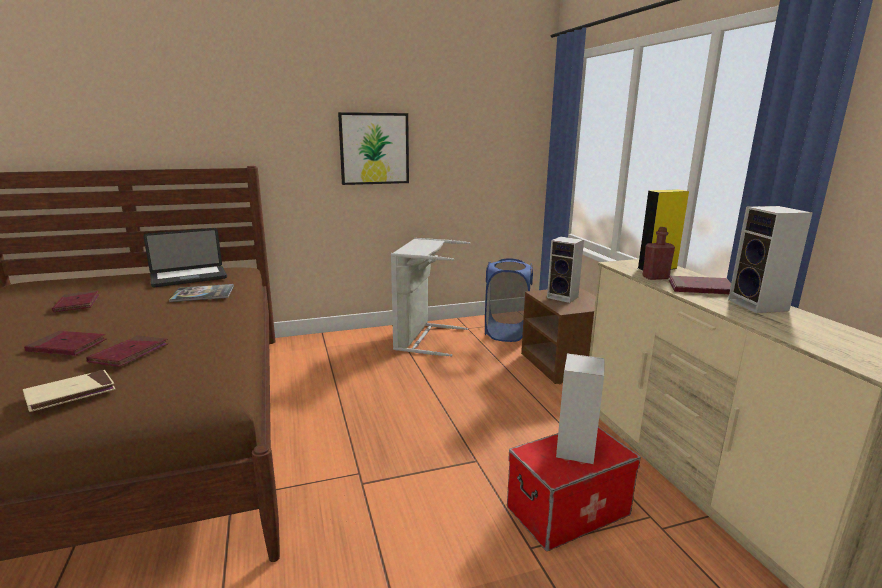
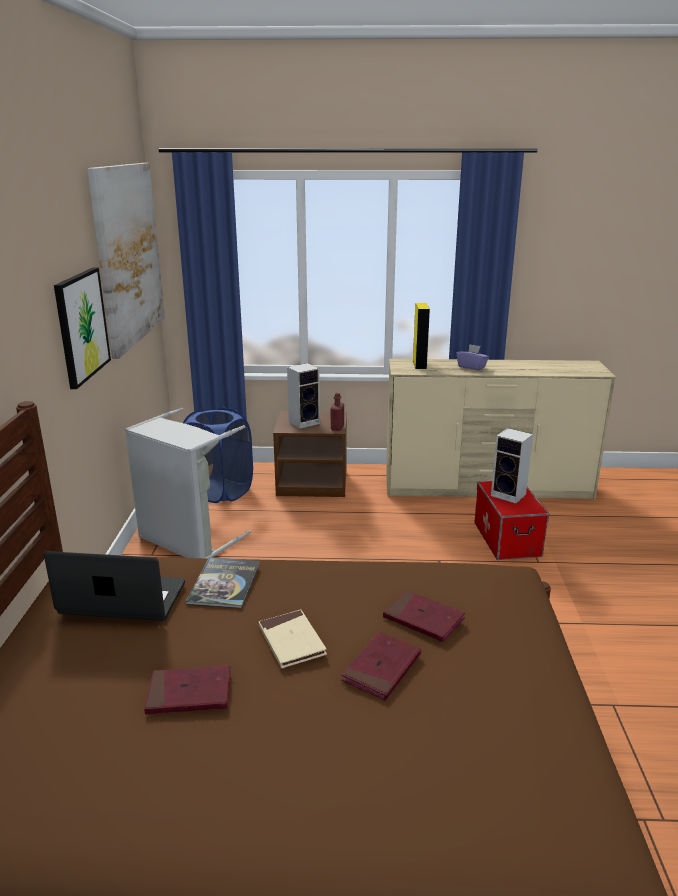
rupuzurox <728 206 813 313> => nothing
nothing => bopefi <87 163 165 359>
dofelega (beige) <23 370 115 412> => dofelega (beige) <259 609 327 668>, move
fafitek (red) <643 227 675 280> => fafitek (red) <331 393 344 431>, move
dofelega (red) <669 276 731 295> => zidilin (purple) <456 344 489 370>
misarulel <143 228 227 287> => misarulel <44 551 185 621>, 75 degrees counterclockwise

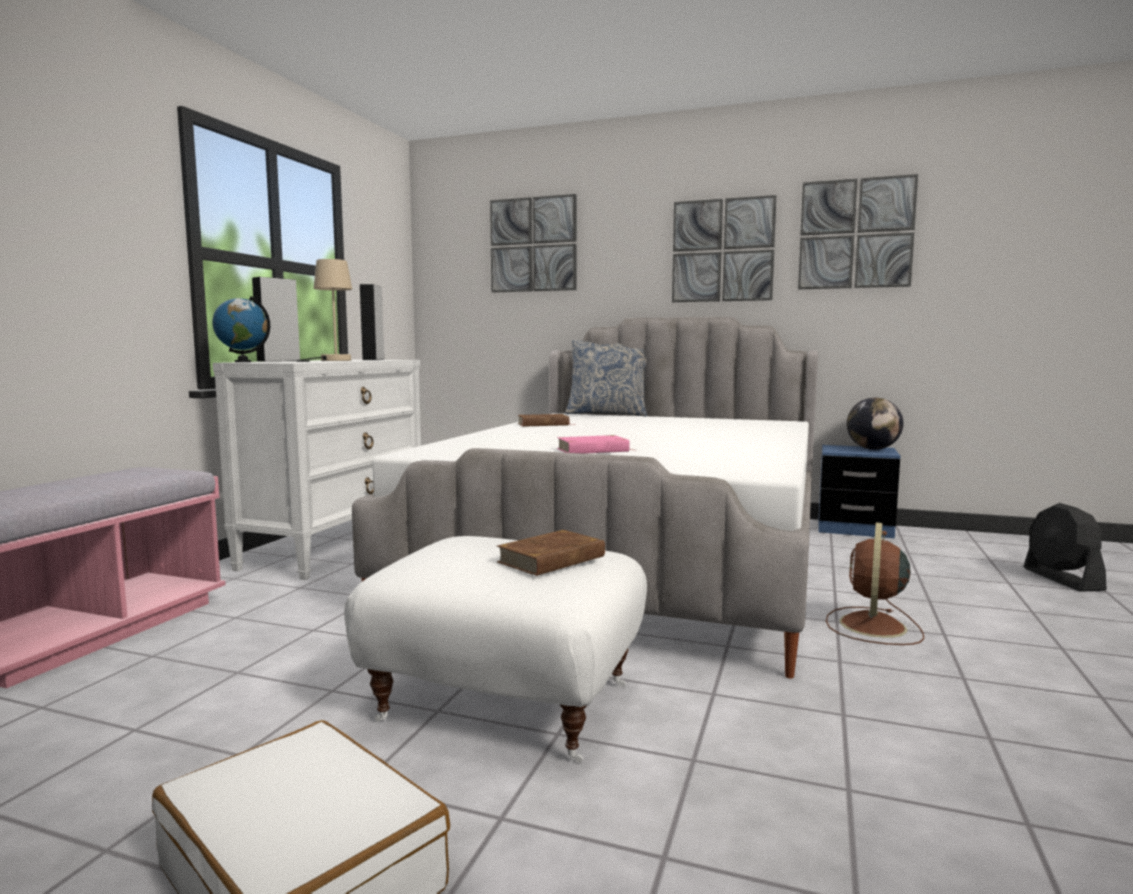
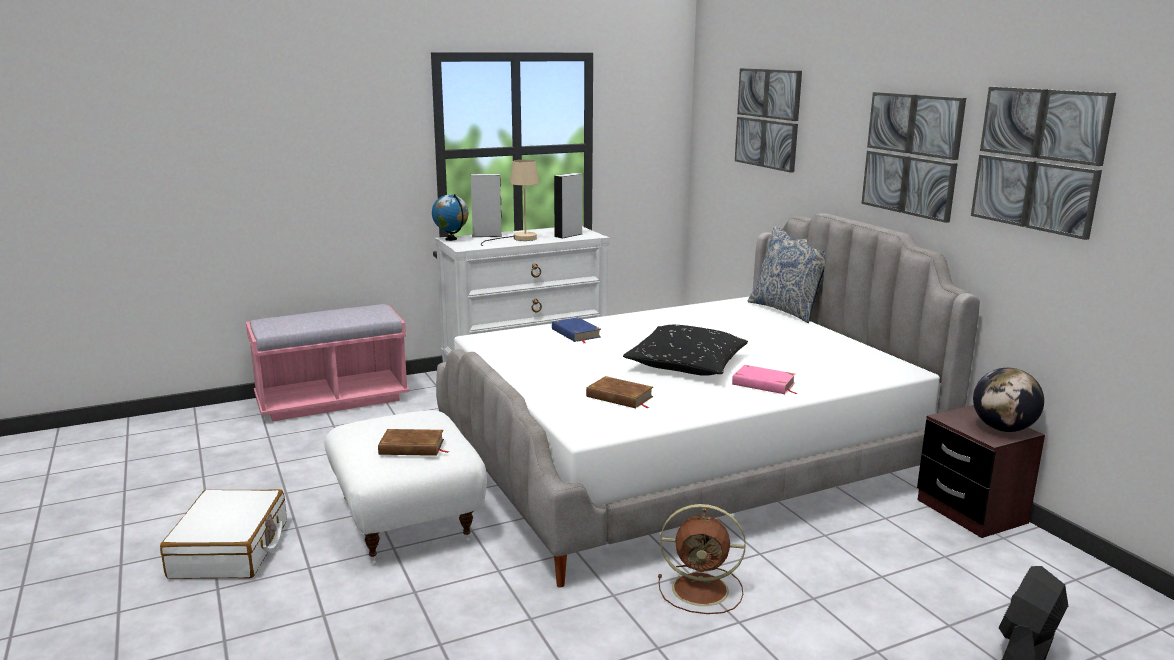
nothing => dofelega (blue) <552 317 601 343>
nothing => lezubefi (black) <623 325 748 376>
dofelega (brown) <518 414 576 427> => dofelega (brown) <586 376 653 408>, move
dofelega (pink) <557 435 631 454> => dofelega (pink) <732 365 797 394>, move
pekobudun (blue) <819 445 900 538> => pekobudun (brown) <917 405 1045 538>
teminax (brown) <826 522 924 645> => teminax (brown) <658 504 746 614>, 150 degrees counterclockwise

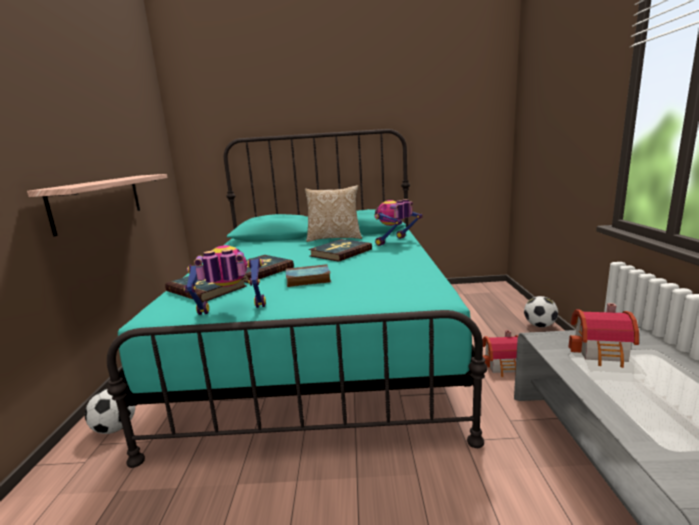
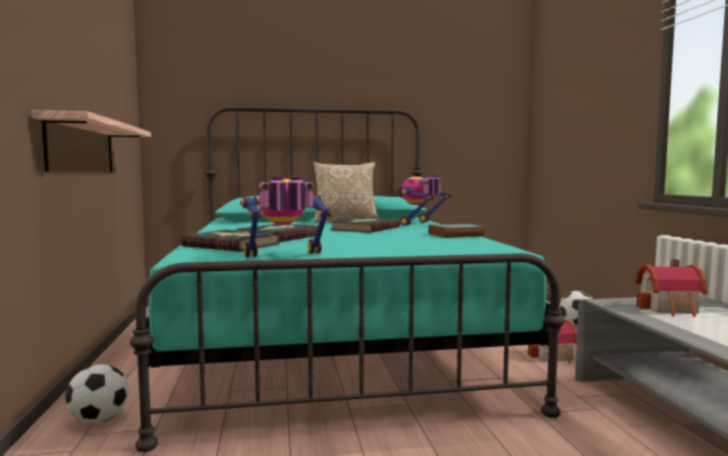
dofelega <286 264 331 287> => dofelega <428 223 485 238>, move

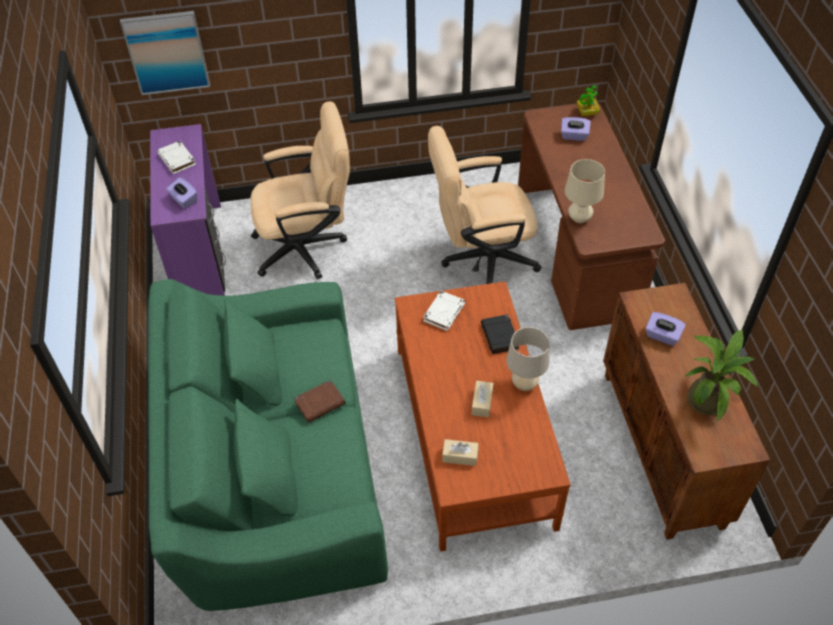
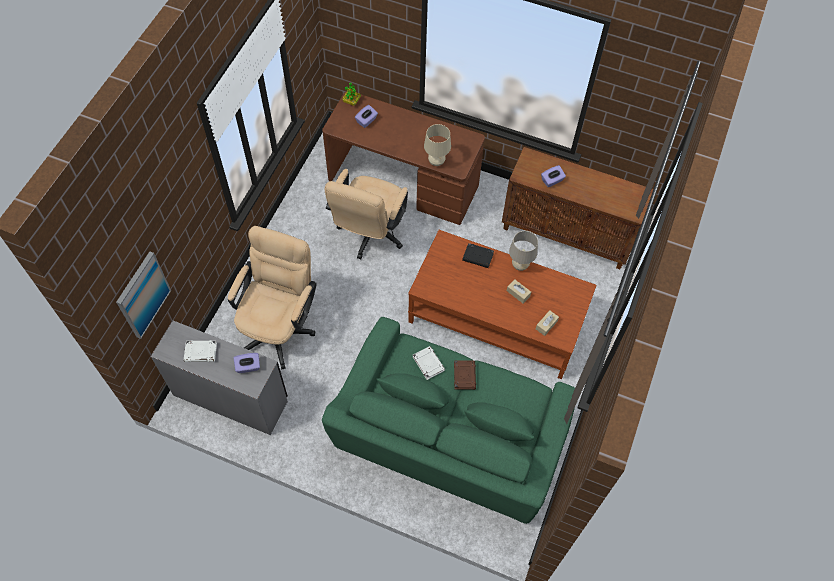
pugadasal <685 330 758 422> => nothing
dofelega (white) <423 291 466 331> => dofelega (white) <413 346 445 380>, move
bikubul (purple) <150 124 226 295> => bikubul (grey) <151 321 288 435>

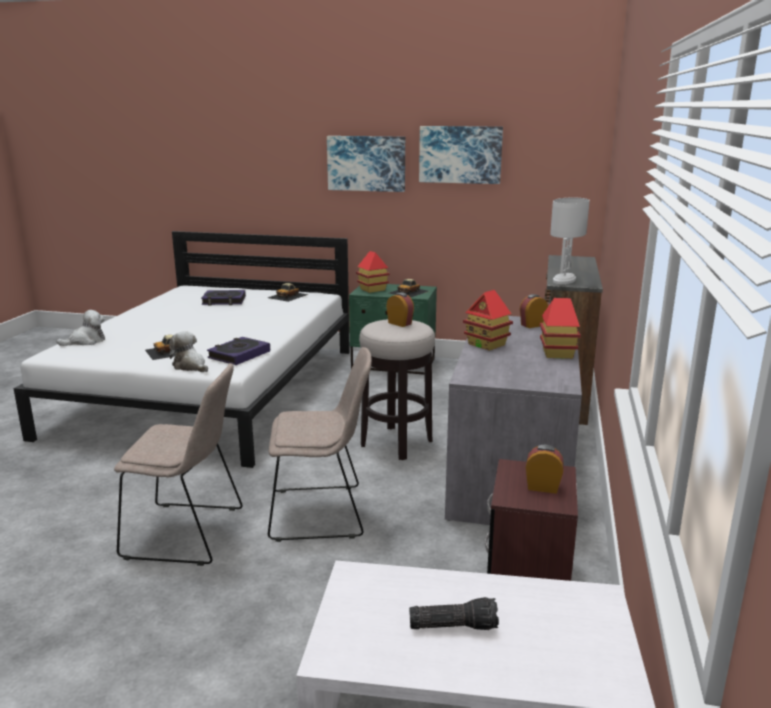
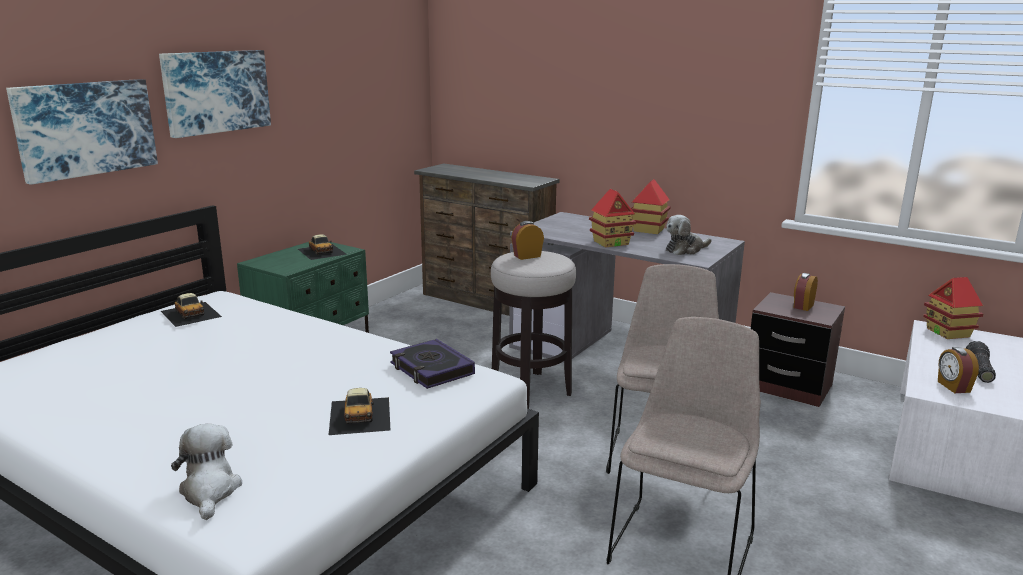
dofelega <201 290 246 306> => nothing
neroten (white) <550 198 590 284> => nothing
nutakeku <169 331 208 372> => nutakeku <666 215 711 255>, move
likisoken <356 251 390 293> => likisoken <923 277 983 339>, move
bopefi <419 126 503 184> => bopefi <6 79 158 185>, move
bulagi <520 294 548 328> => bulagi <938 347 979 393>, move

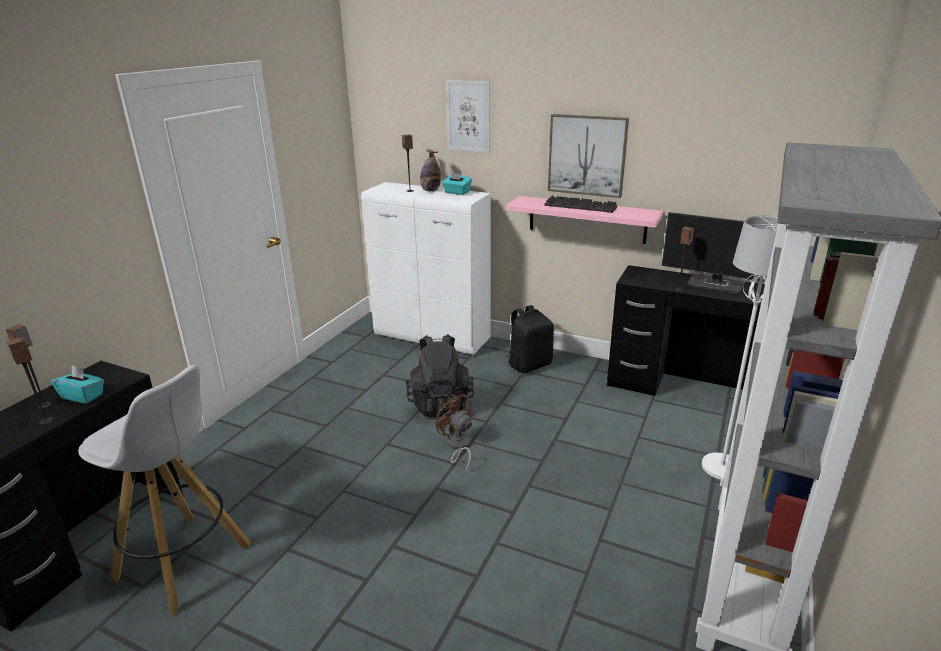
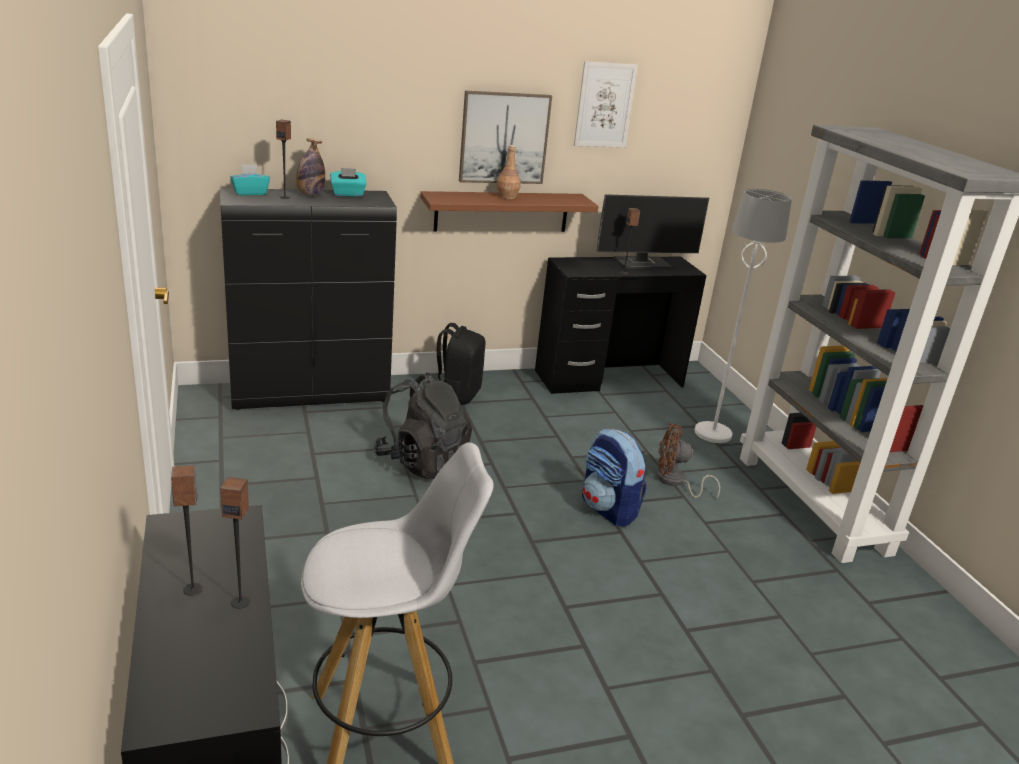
nothing => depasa <582 429 647 527>
zidilin (turquoise) <51 366 104 404> => zidilin (turquoise) <230 164 270 195>, move
teminax (brown) <436 394 473 471> => teminax (brown) <657 423 720 500>, move
bopefi <446 80 490 153> => bopefi <574 61 638 148>, move
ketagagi <545 196 617 213> => fafitek (brown) <496 145 521 199>
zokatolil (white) <361 182 491 355> => zokatolil (black) <220 188 397 410>
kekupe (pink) <506 196 663 244> => kekupe (brown) <420 191 598 232>

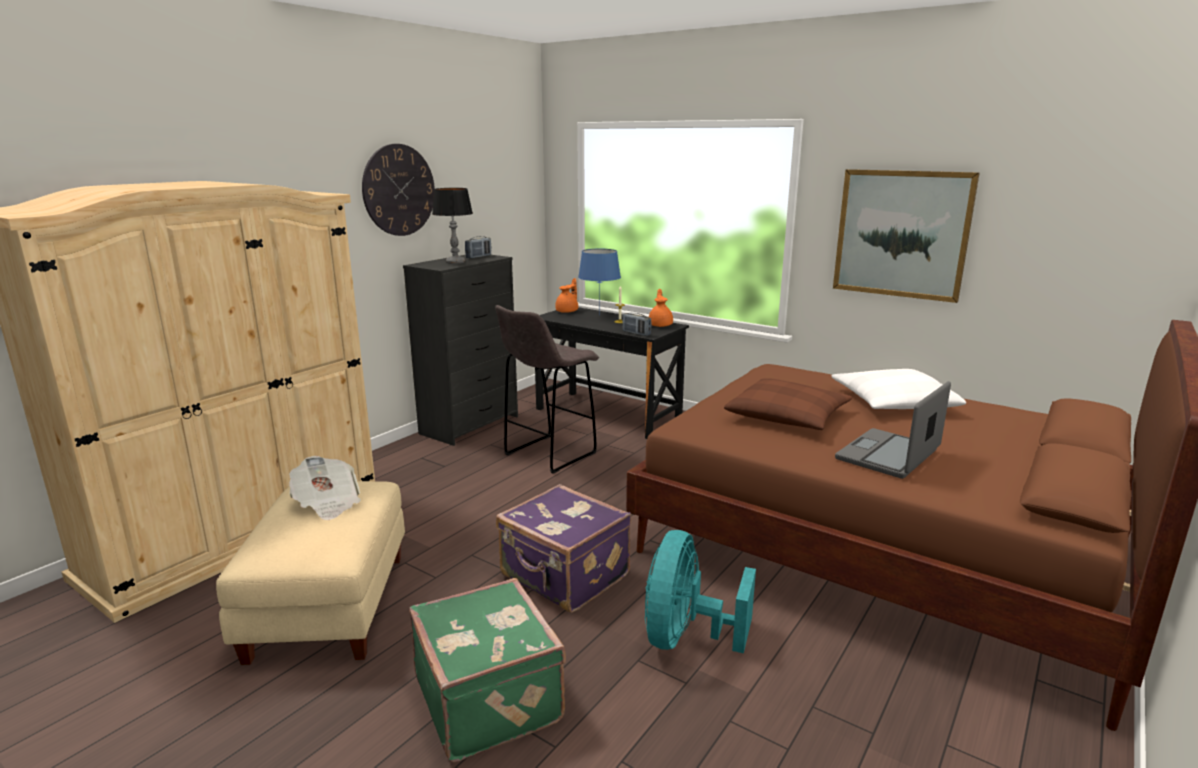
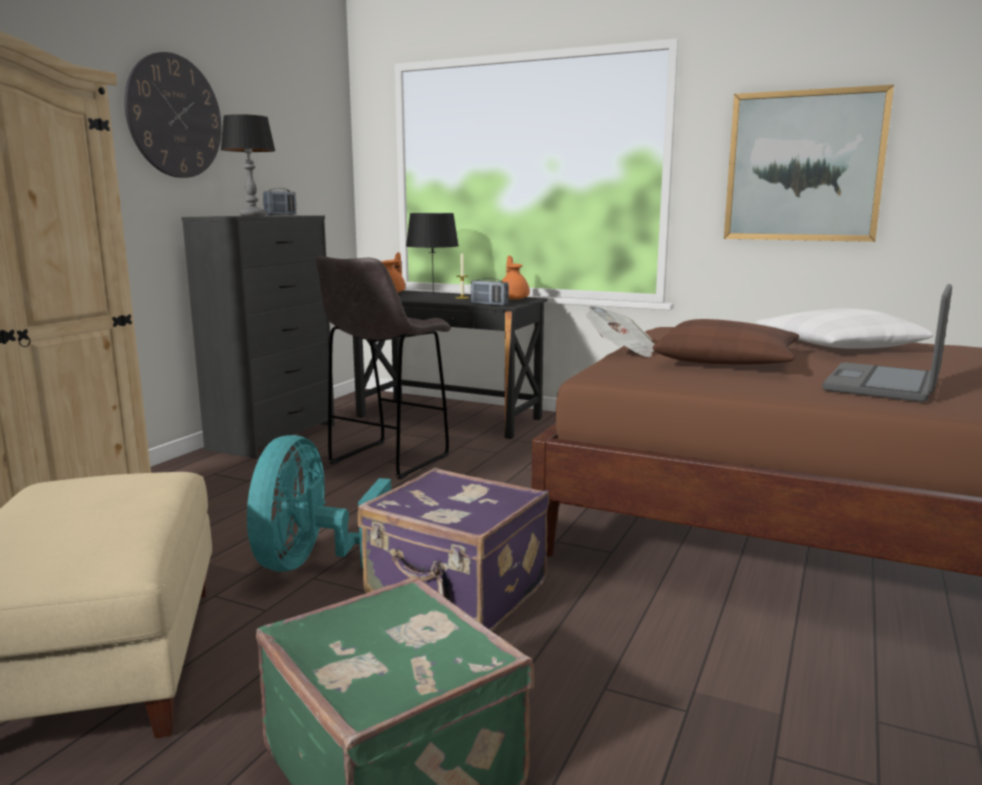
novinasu <289 456 361 520> => novinasu <586 306 655 357>, move
teminax (turquoise) <645 530 756 653> => teminax (turquoise) <247 435 391 572>, move
neroten (blue) <578 249 621 315> => neroten (black) <406 213 459 294>

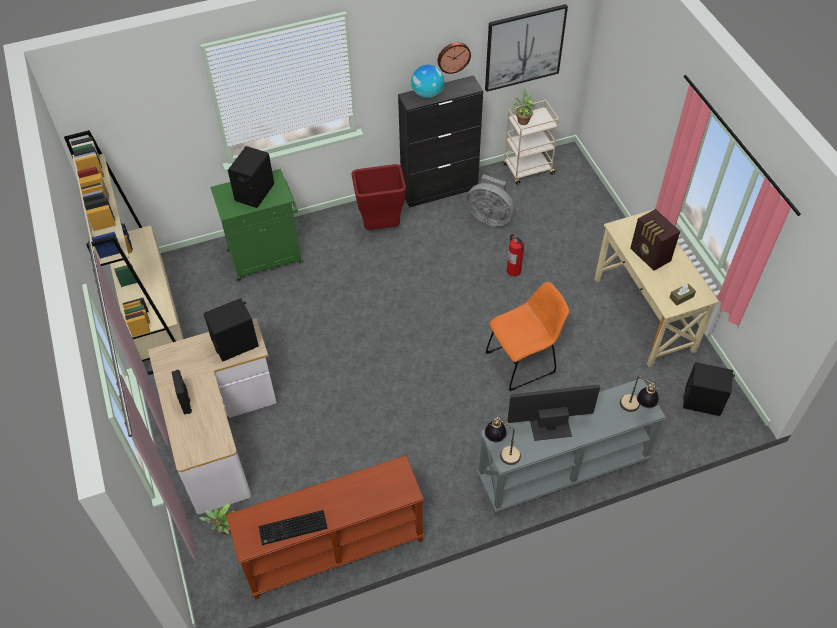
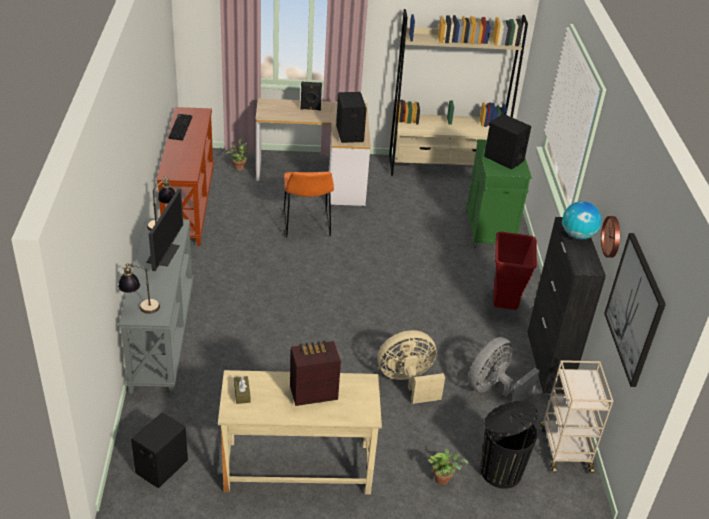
nothing => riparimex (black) <481 401 538 489>
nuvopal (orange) <486 282 569 391> => nuvopal (orange) <284 172 334 237>, move
pugadasal <511 89 534 125> => pugadasal <428 449 469 485>, move
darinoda <507 234 524 277> => teminax (beige) <378 330 445 404>

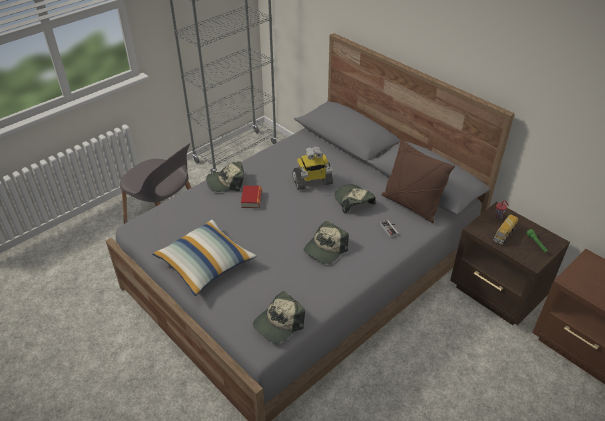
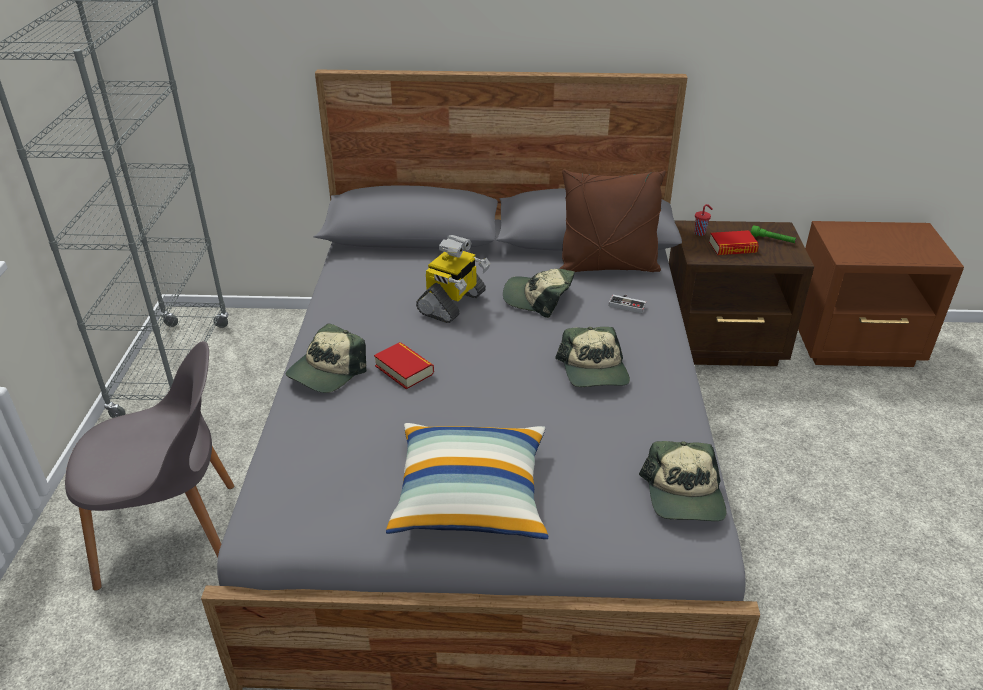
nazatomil <493 215 518 244> => dofelega <709 230 759 255>

